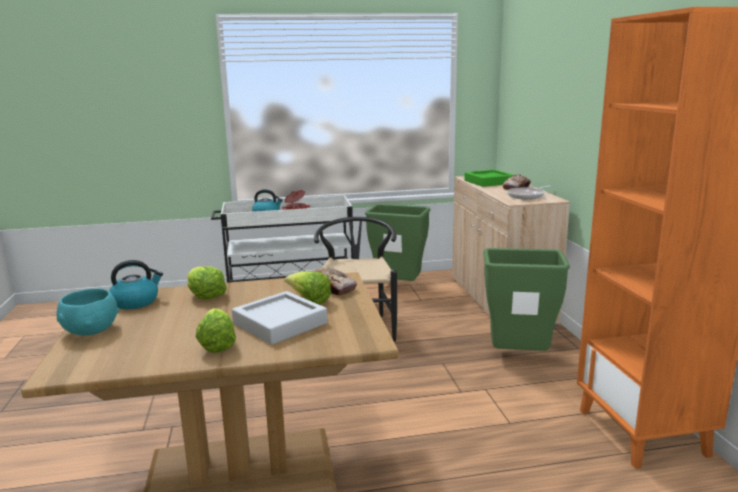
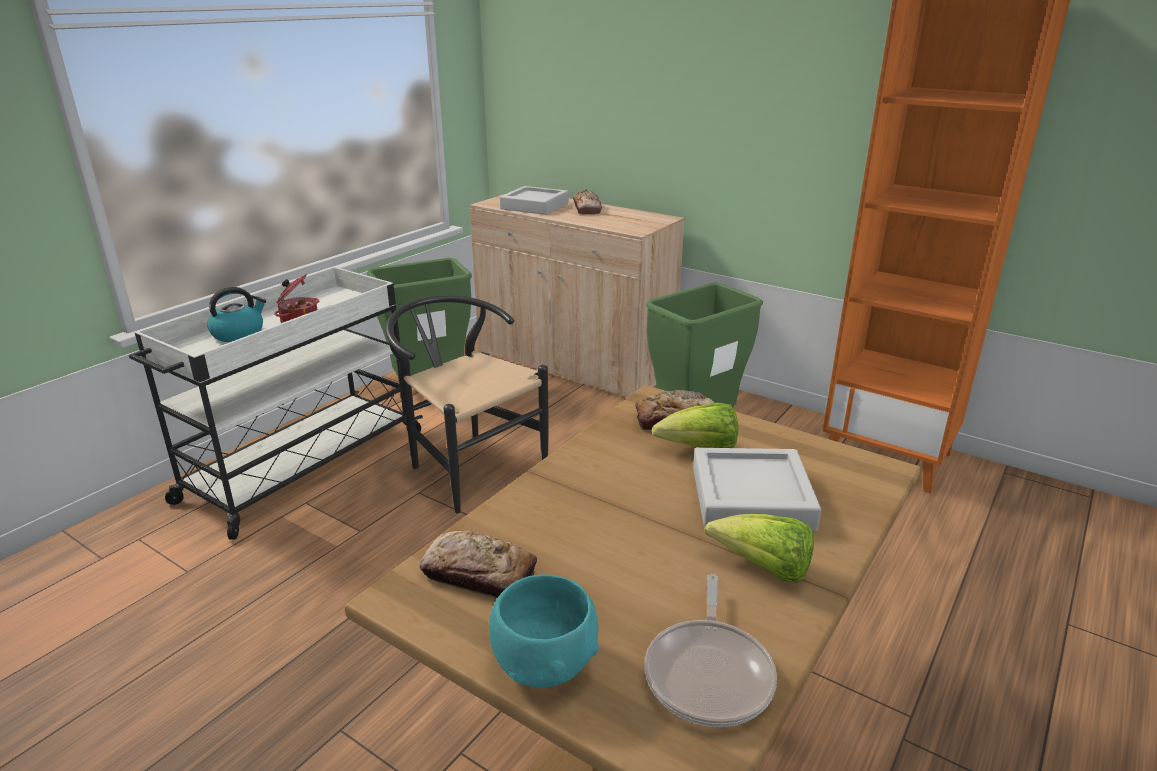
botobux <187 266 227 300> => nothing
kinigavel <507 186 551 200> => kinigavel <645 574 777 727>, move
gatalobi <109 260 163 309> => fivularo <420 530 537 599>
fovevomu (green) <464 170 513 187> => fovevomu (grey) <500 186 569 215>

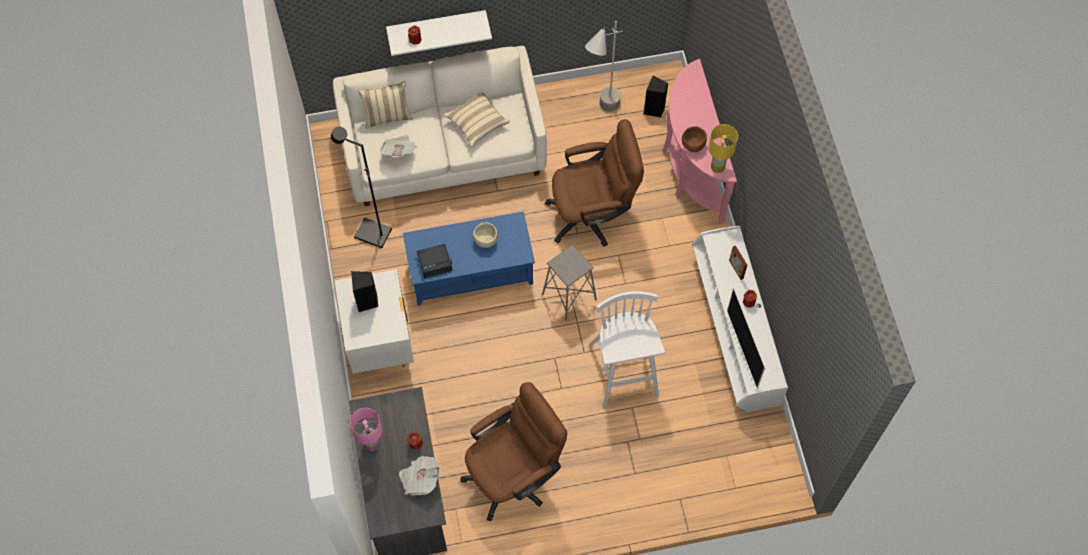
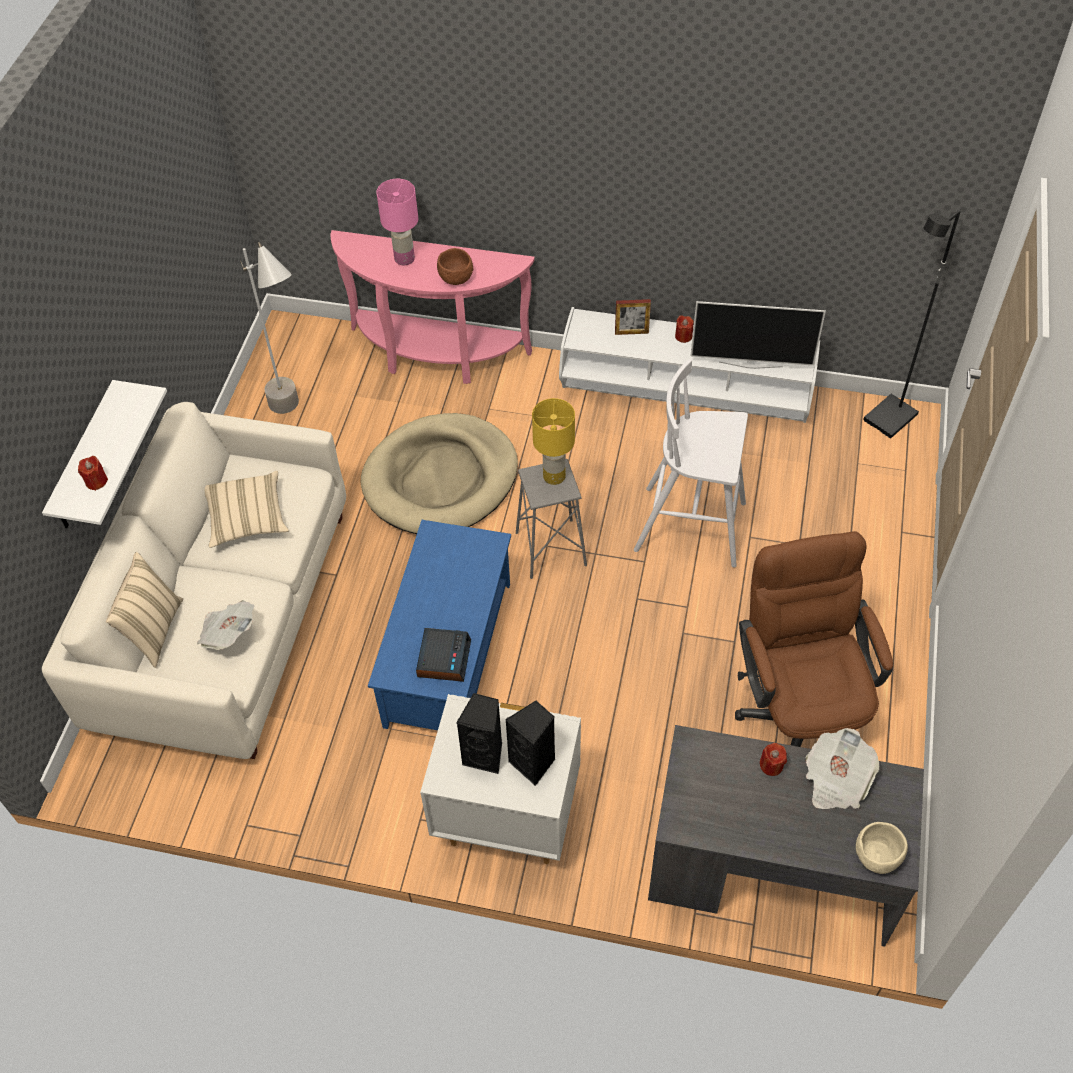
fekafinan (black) <331 127 392 248> => fekafinan (black) <863 210 961 438>, move
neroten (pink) <350 408 382 451> => neroten (pink) <376 179 418 265>, move
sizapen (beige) <473 222 498 248> => sizapen (beige) <856 822 908 874>, move
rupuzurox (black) <644 75 668 117> => rupuzurox (black) <505 701 555 786>, move
neroten (yellow) <709 124 738 173> => neroten (yellow) <532 398 575 485>, move
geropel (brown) <545 119 644 247> => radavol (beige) <361 413 518 534>

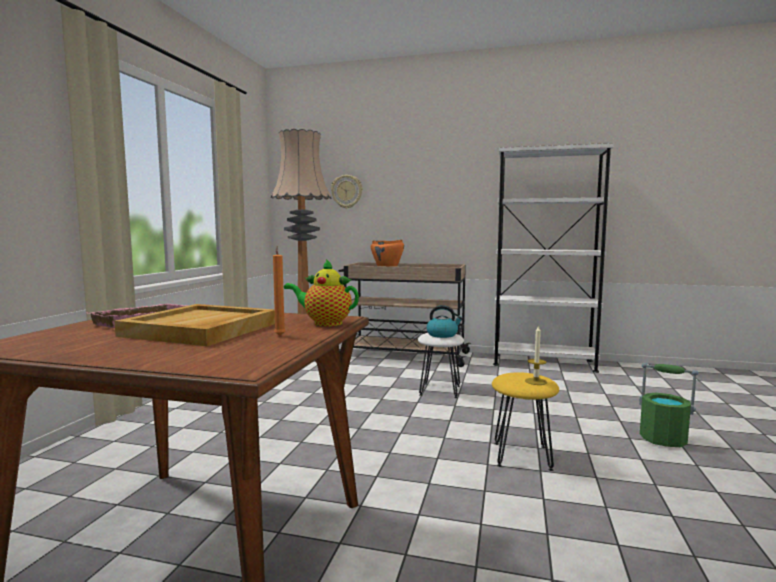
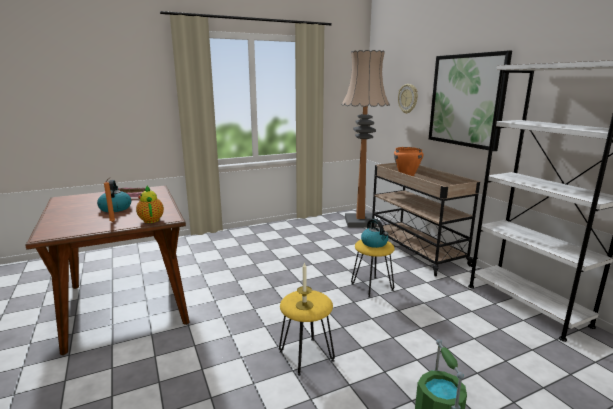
nothing => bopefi <429 51 512 151>
fovevomu (beige) <114 304 275 346> => gatalobi <97 180 131 212>
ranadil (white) <418 333 464 398> => ranadil (yellow) <351 239 395 298>

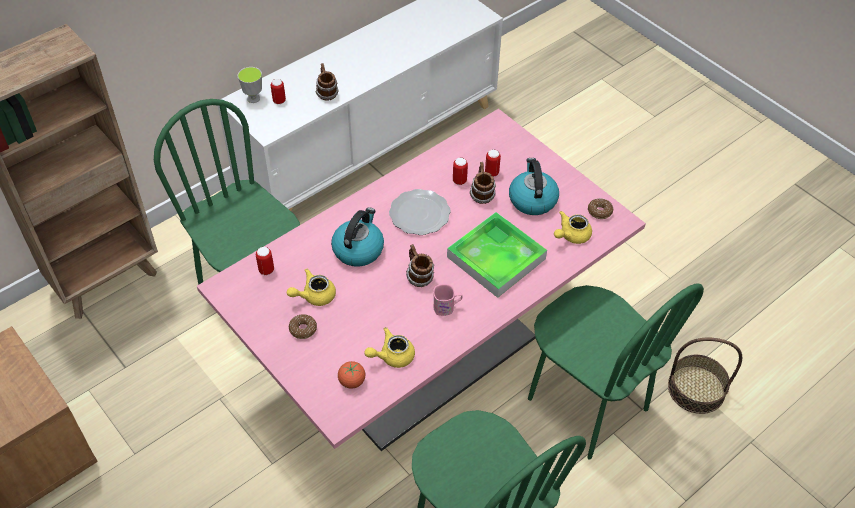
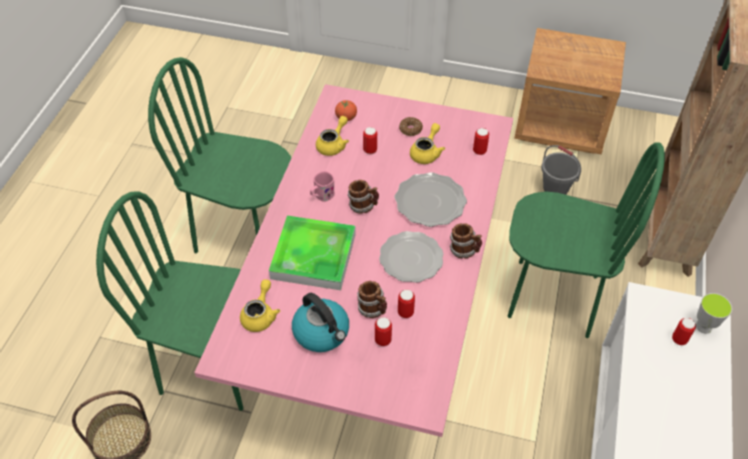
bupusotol <588 198 613 219> => nothing
nothing => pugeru <363 127 377 154>
nothing => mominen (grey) <541 145 581 195>
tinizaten <316 63 339 101> => tinizaten <450 223 482 259>, move
gatalobi <331 207 384 267> => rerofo <394 172 467 227>

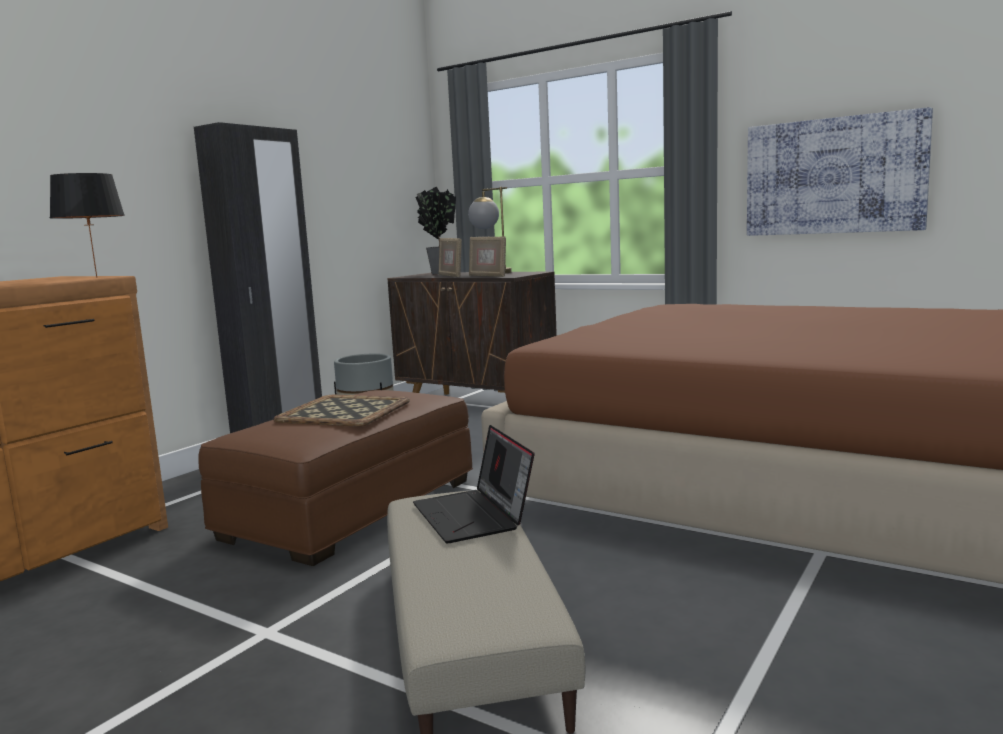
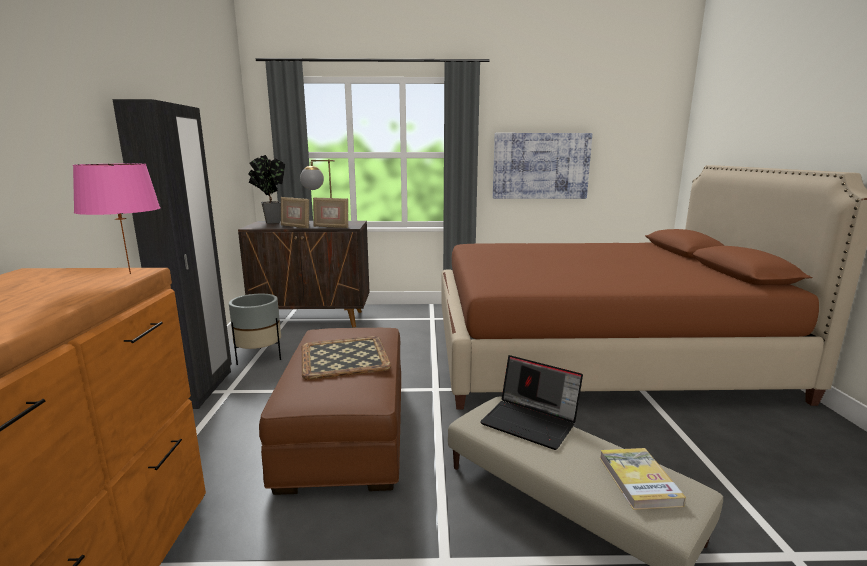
nothing => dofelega <600 448 686 510>
neroten (black) <49 173 125 278> => neroten (pink) <73 164 161 274>

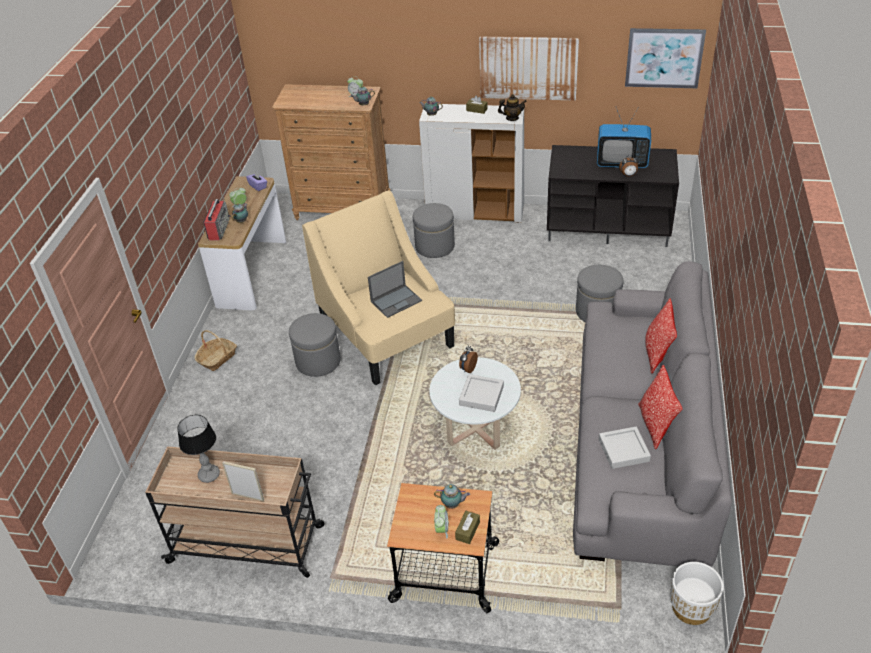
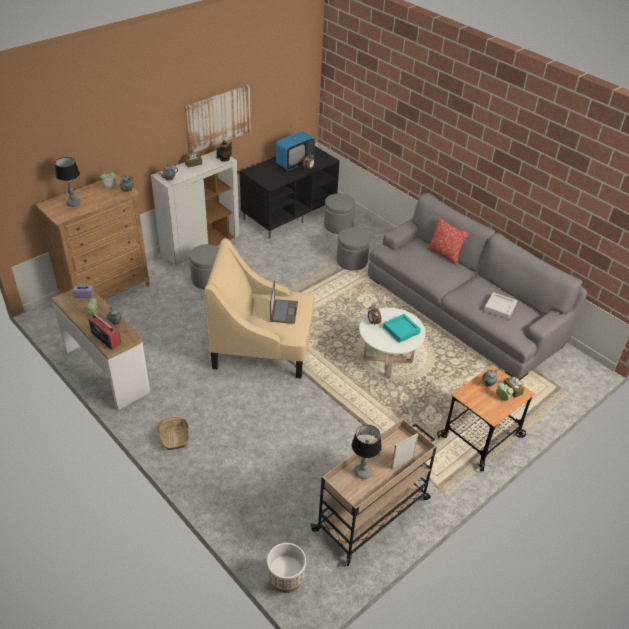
bopefi <625 28 706 88> => nothing
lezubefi <638 365 682 449> => nothing
nothing => neroten <55 157 81 207>
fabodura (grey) <289 313 341 377> => fabodura (grey) <324 193 355 234>, move
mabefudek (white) <670 562 723 625> => mabefudek (white) <267 543 306 593>, move
fovevomu (grey) <459 374 504 412> => fovevomu (turquoise) <383 314 421 343>

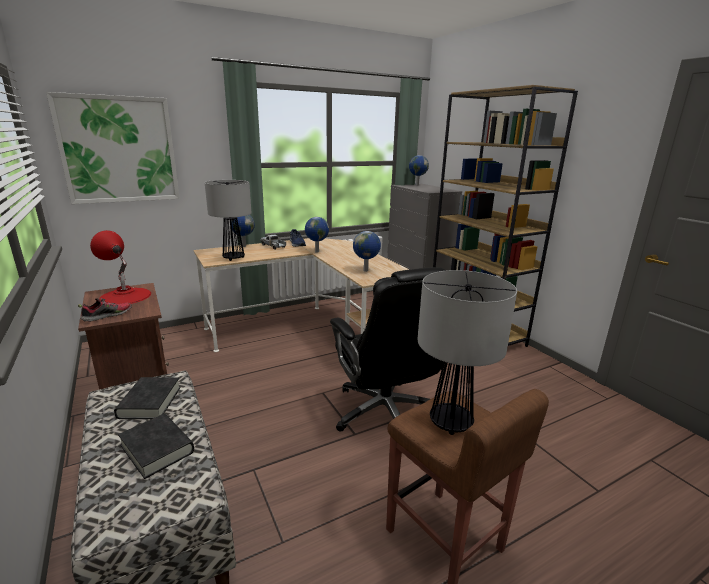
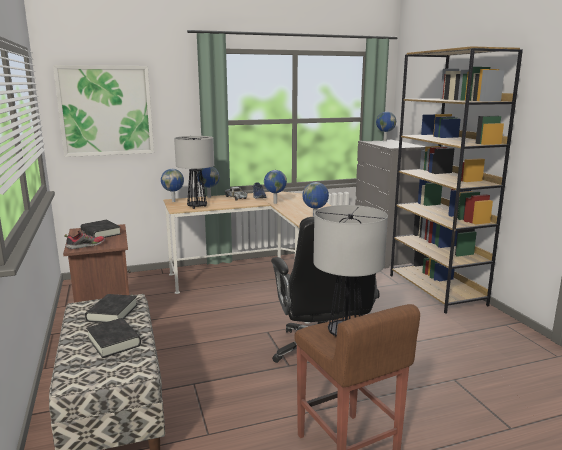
nothing => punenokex <161 169 184 202>
neroten (red) <90 230 151 304> => dofelega (black) <81 220 121 238>

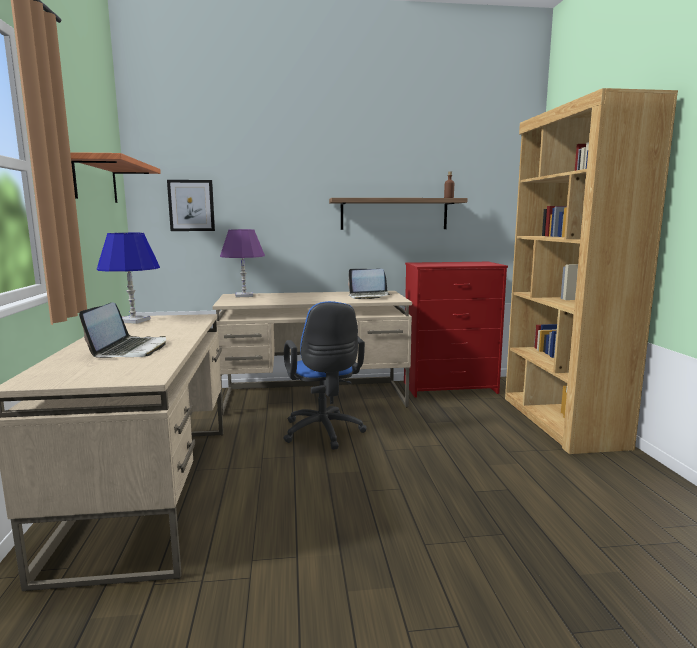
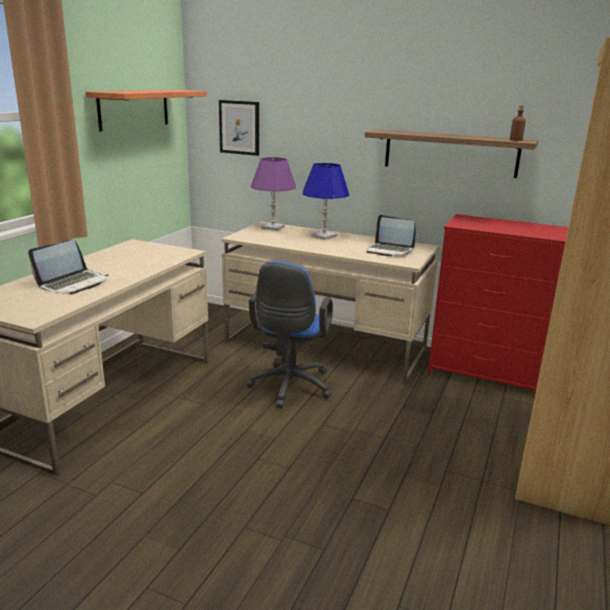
neroten (blue) <97 233 160 324> => neroten (blue) <302 163 349 240>, move

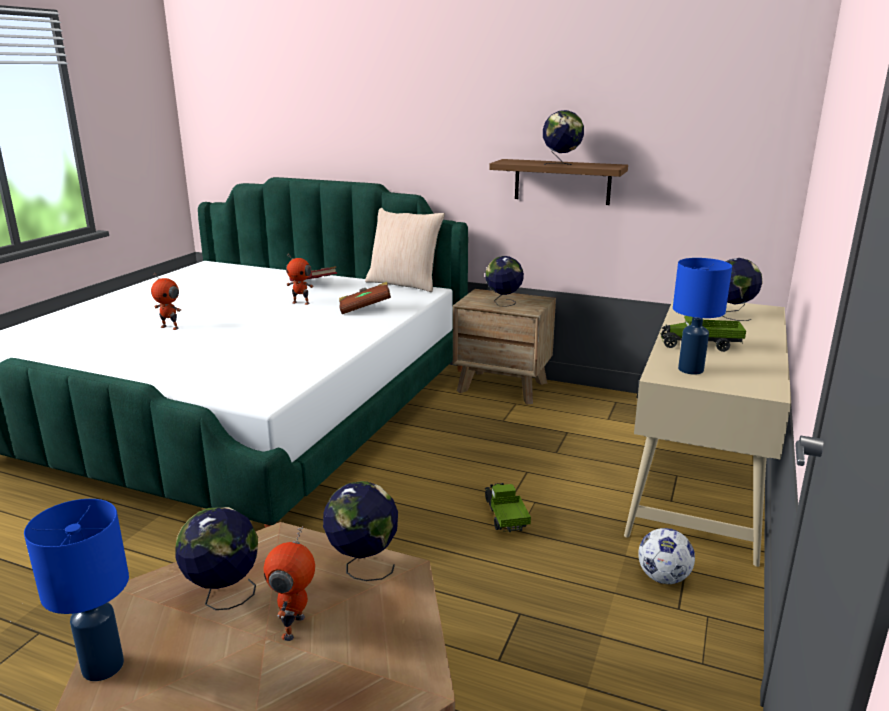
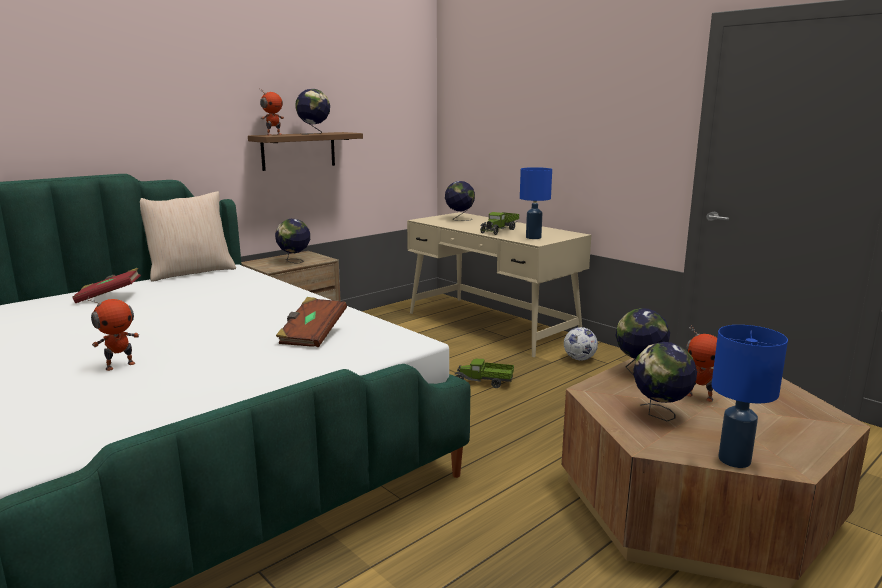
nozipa <286 254 314 305> => nozipa <259 89 284 135>, move
dofelega (brown) <339 282 391 314> => dofelega (brown) <276 297 347 347>, move

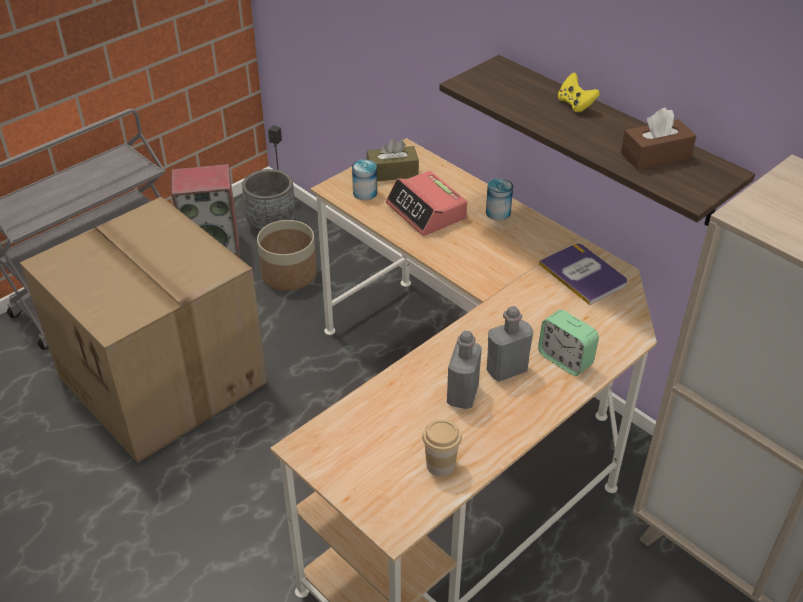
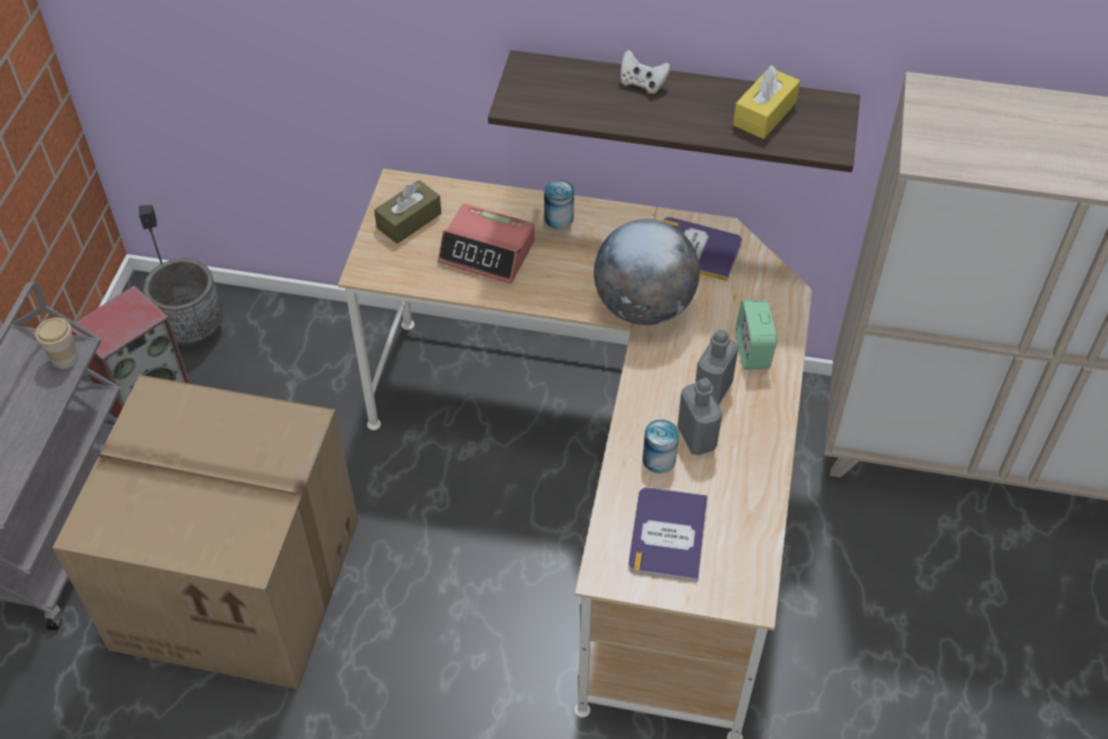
mabefudek <257 220 317 291> => nothing
nothing => punenokex <594 219 700 325>
nothing => dofelega <628 487 708 582>
pugeru <352 159 377 200> => pugeru <643 419 679 473>, move
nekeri <422 420 462 477> => nekeri <35 318 79 369>, move
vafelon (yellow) <558 72 600 112> => vafelon (white) <621 49 671 94>
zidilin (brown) <621 107 697 170> => zidilin (yellow) <733 65 800 139>
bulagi <538 310 599 376> => bulagi <736 300 777 370>, 75 degrees clockwise

